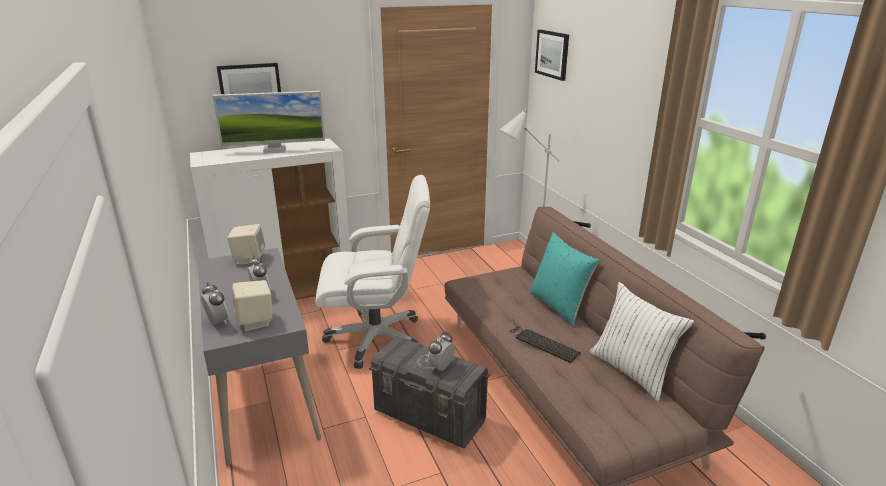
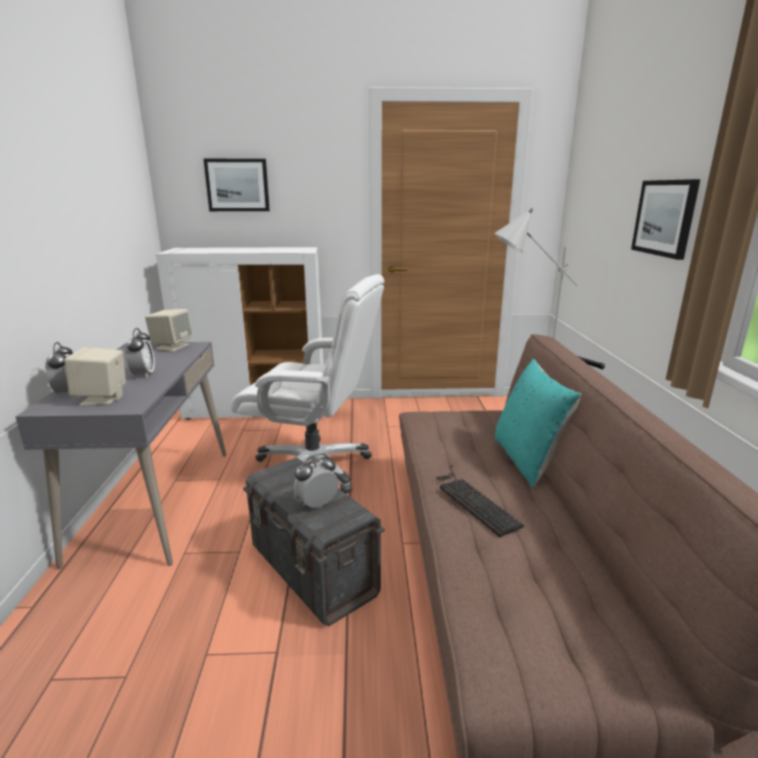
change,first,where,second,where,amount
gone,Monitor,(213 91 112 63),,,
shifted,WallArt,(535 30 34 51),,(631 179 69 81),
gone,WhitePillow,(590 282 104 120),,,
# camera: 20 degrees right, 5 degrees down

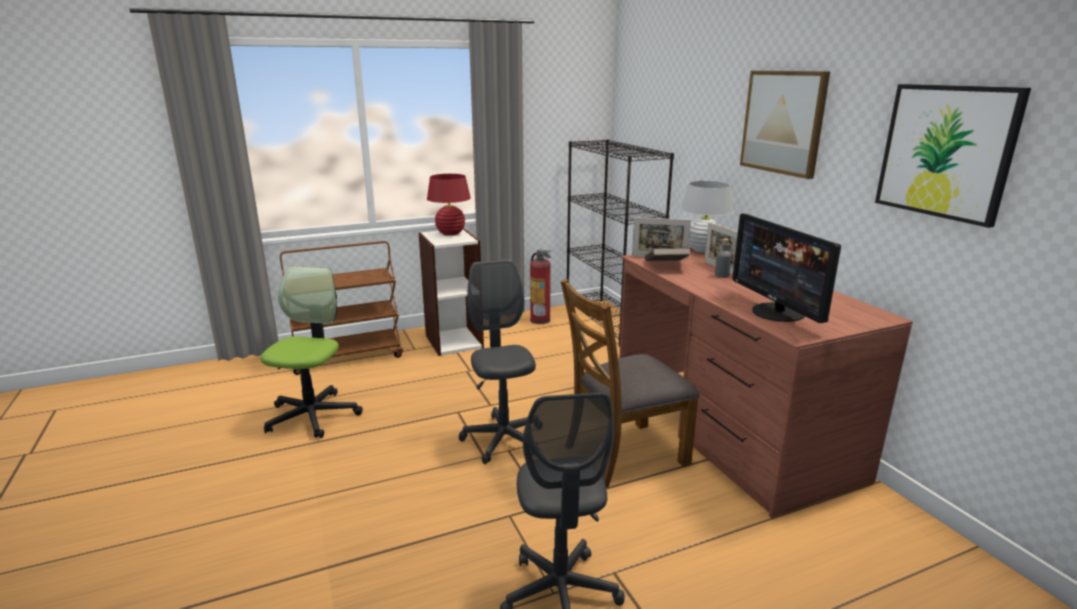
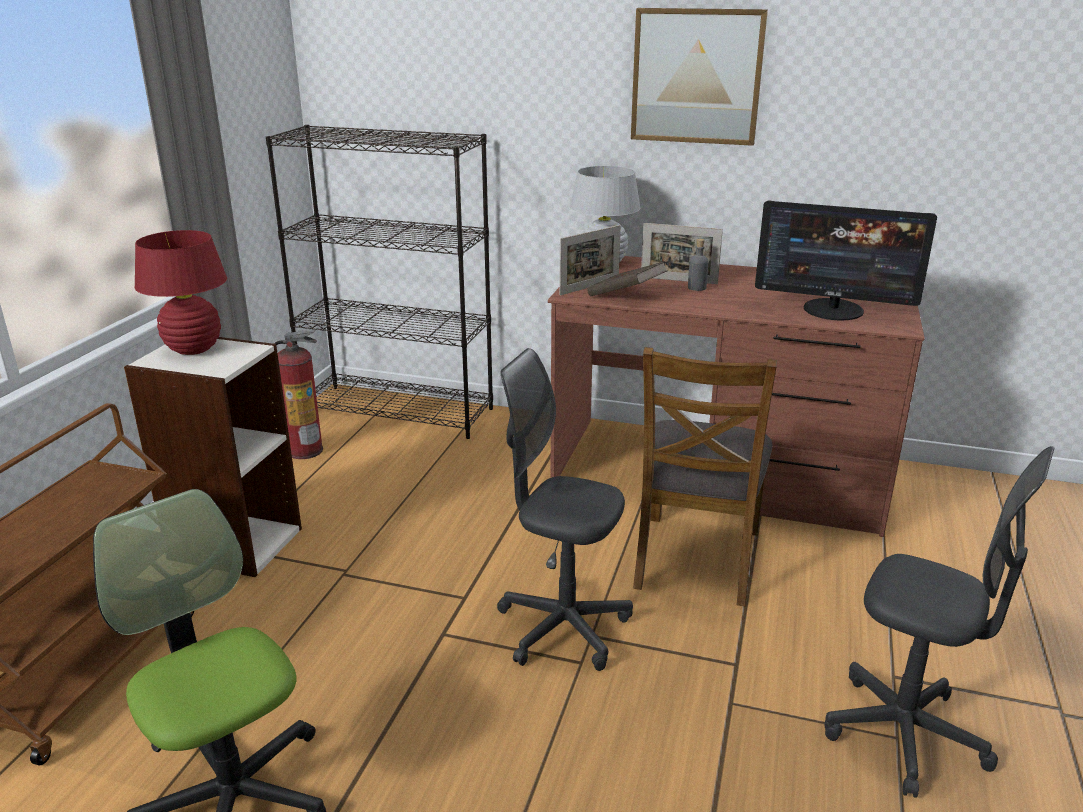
change,first,where,second,where,amount
gone,WallArt,(875 84 156 144),,,
# camera: 50 degrees left, 5 degrees up

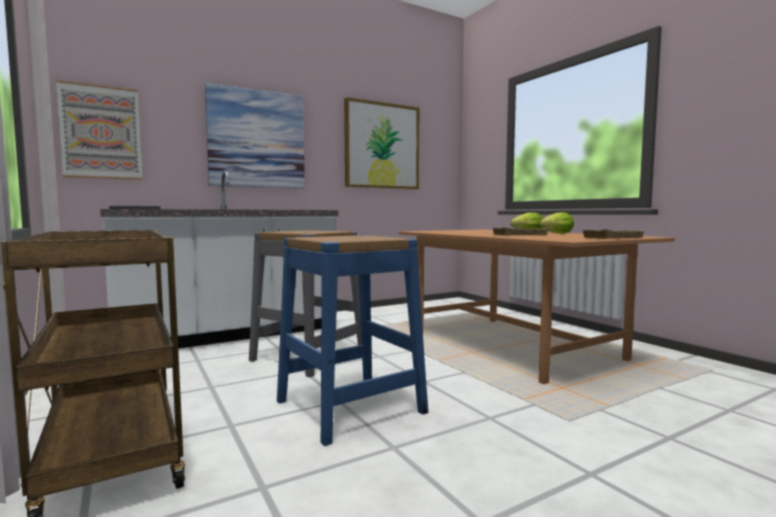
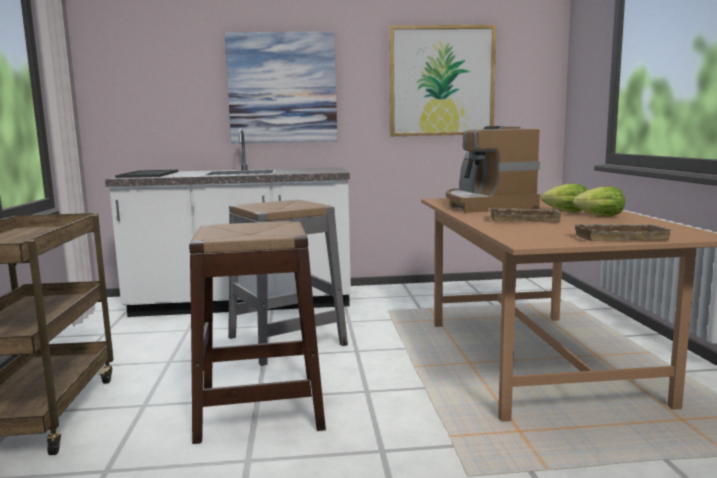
change,first,where,second,where,amount
gone,WallArt,(56 80 87 100),,,
repainted,BlueColouredStool,(277 236 151 210),BrownishStool,(189 221 137 223),
new,,,CoffeeMaker,(446 126 94 87),
# camera: 25 degrees right, 5 degrees up

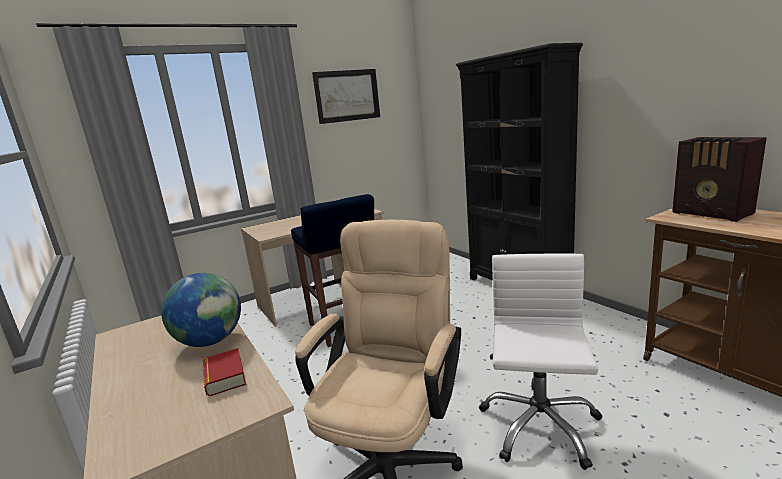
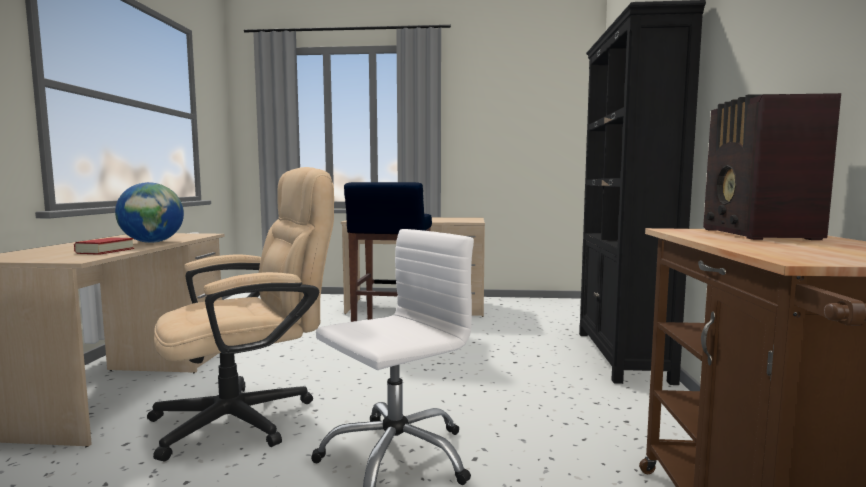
change,first,where,second,where,amount
gone,WallArt,(312 69 68 55),,,
# camera: 35 degrees right, 10 degrees down

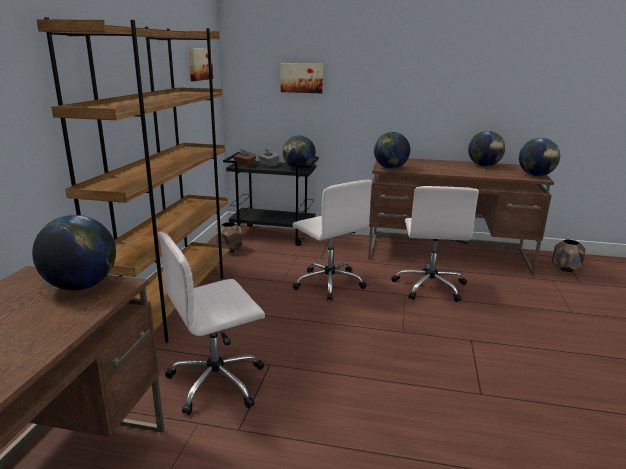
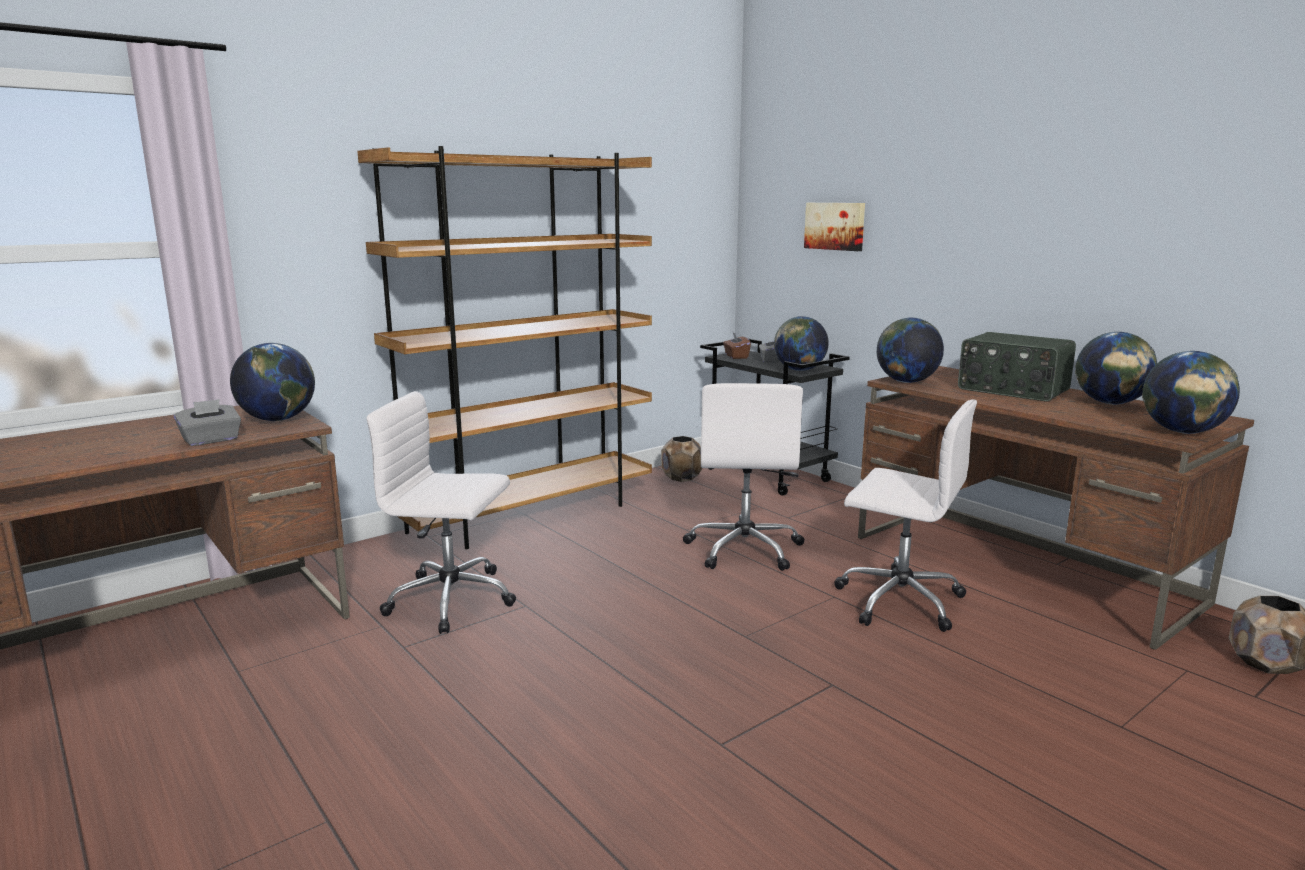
change,first,where,second,where,amount
gone,WallArt,(188 48 25 33),,,
rotated,WhiteOfficeChair,(392 186 87 116),,(835 399 142 233),105 degrees counterclockwise
new,,,GrayBoxOfTissues,(174 399 67 47),
new,,,Radio,(958 332 118 69),
# camera: 40 degrees right, 5 degrees down

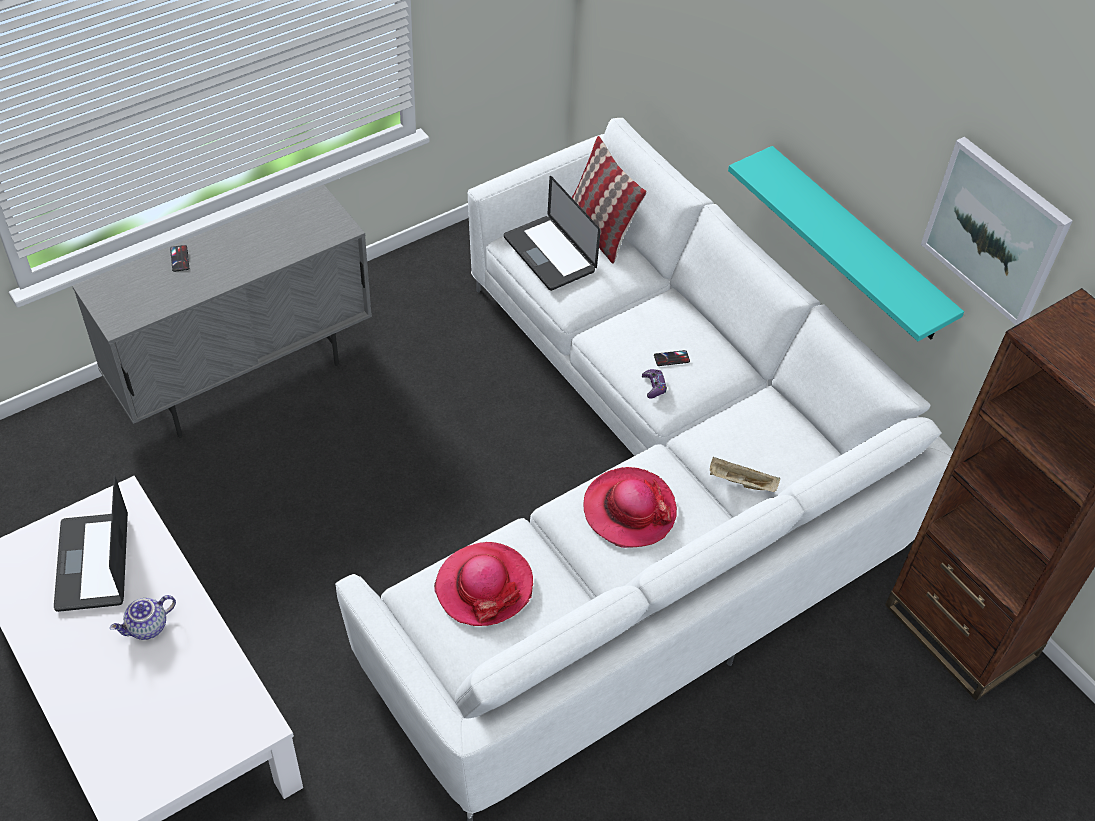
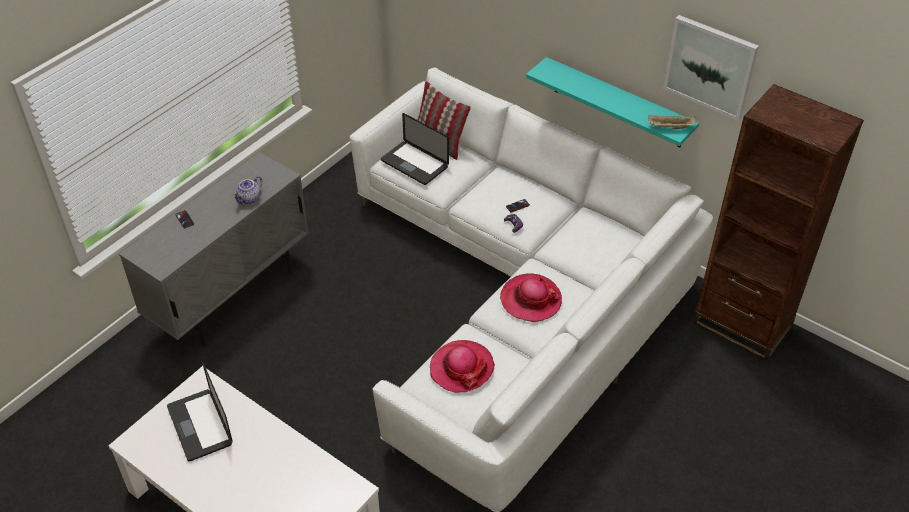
change,first,where,second,where,amount
shifted,Teapot,(110 595 66 45),,(232 176 30 28),
shifted,SandColouredTray,(710 457 70 35),,(648 115 48 14),
# camera: 15 degrees left, 5 degrees down

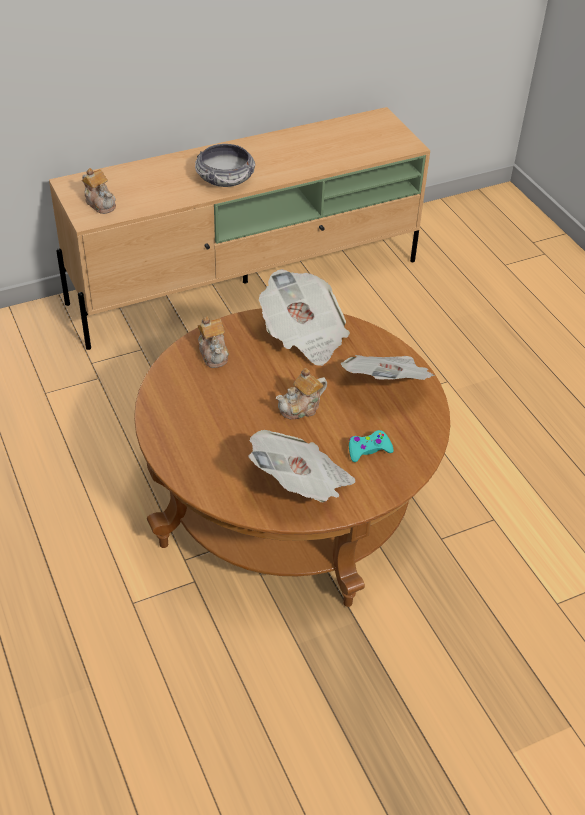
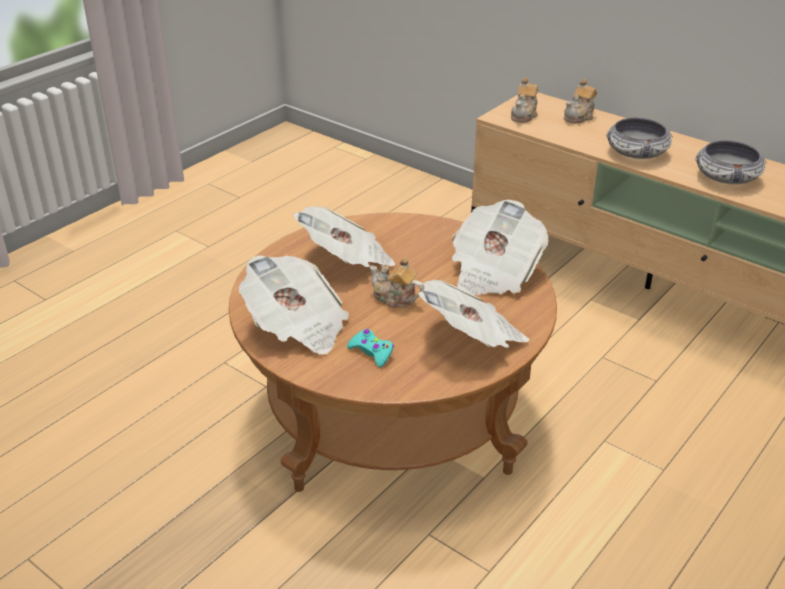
change,first,where,second,where,amount
shifted,Teapot,(197 316 32 52),,(564 79 33 44),
new,,,Newspaper,(293 206 103 61),
new,,,ServingBowl,(695 140 72 45),
# camera: 65 degrees right, 10 degrees down

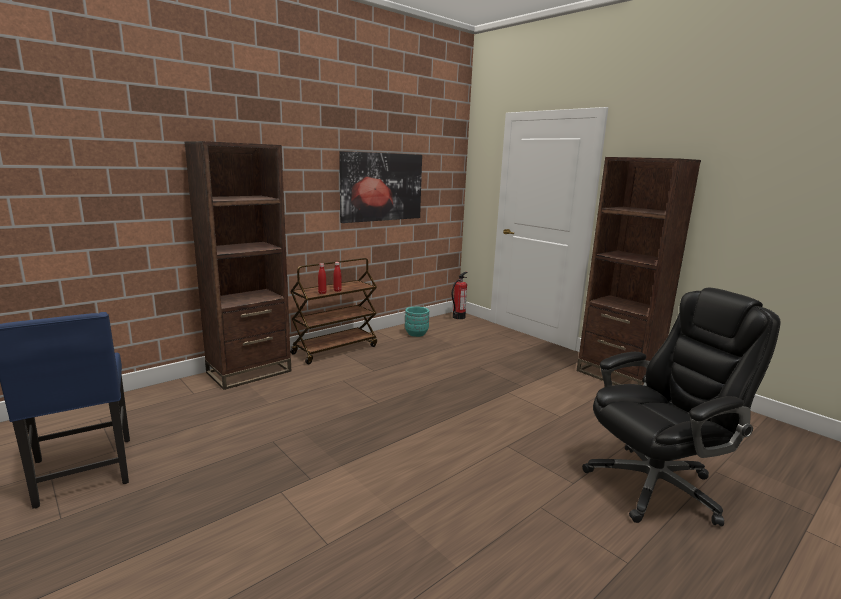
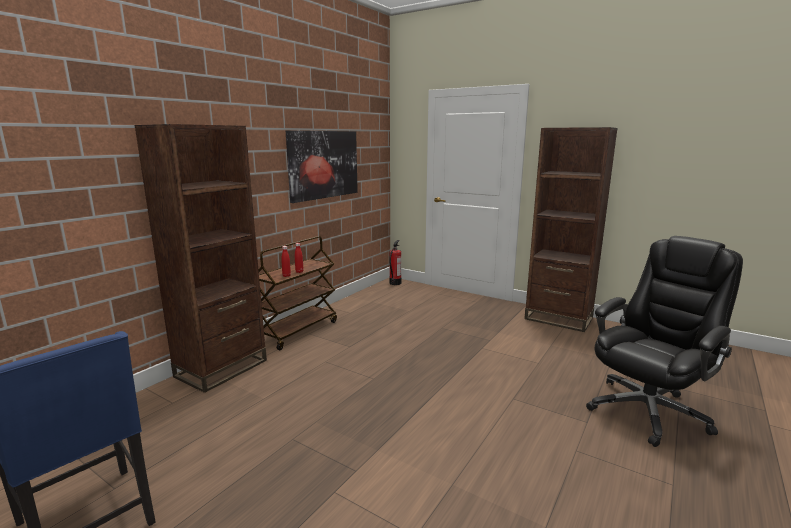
change,first,where,second,where,amount
gone,BlueGreenFlowerPot,(405 307 24 30),,,
# camera: 15 degrees left, 0 degrees up

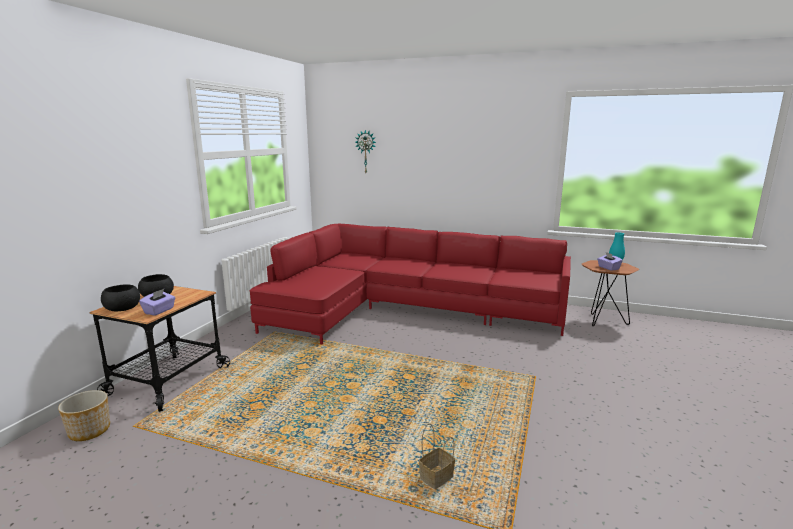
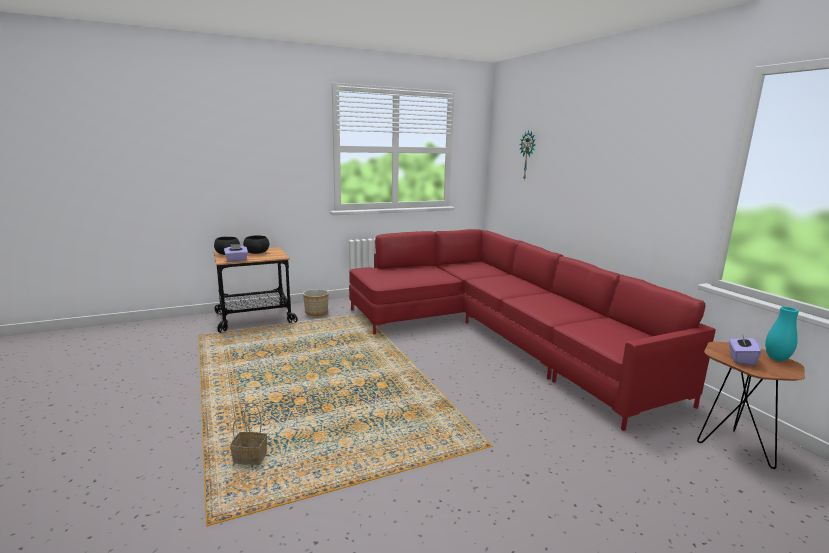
change,first,where,second,where,amount
shifted,FlowerPot,(58 390 52 51),,(303 289 26 27),
# camera: 45 degrees right, 0 degrees up

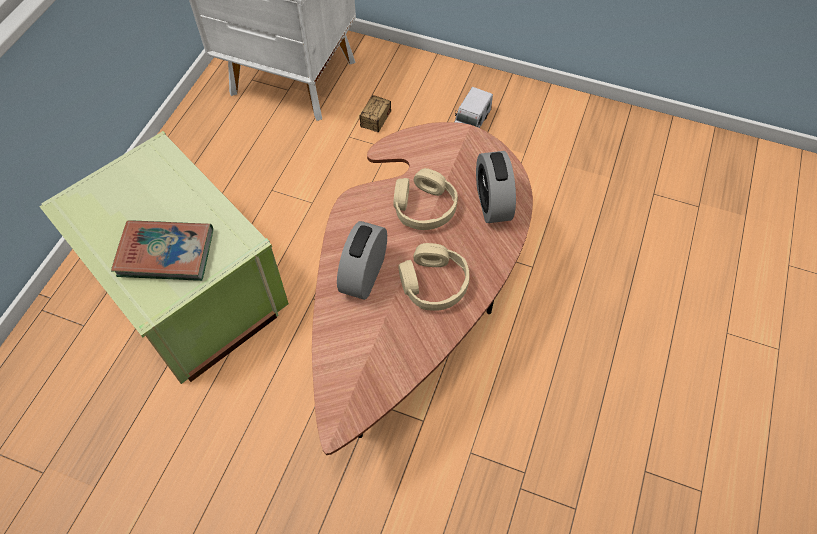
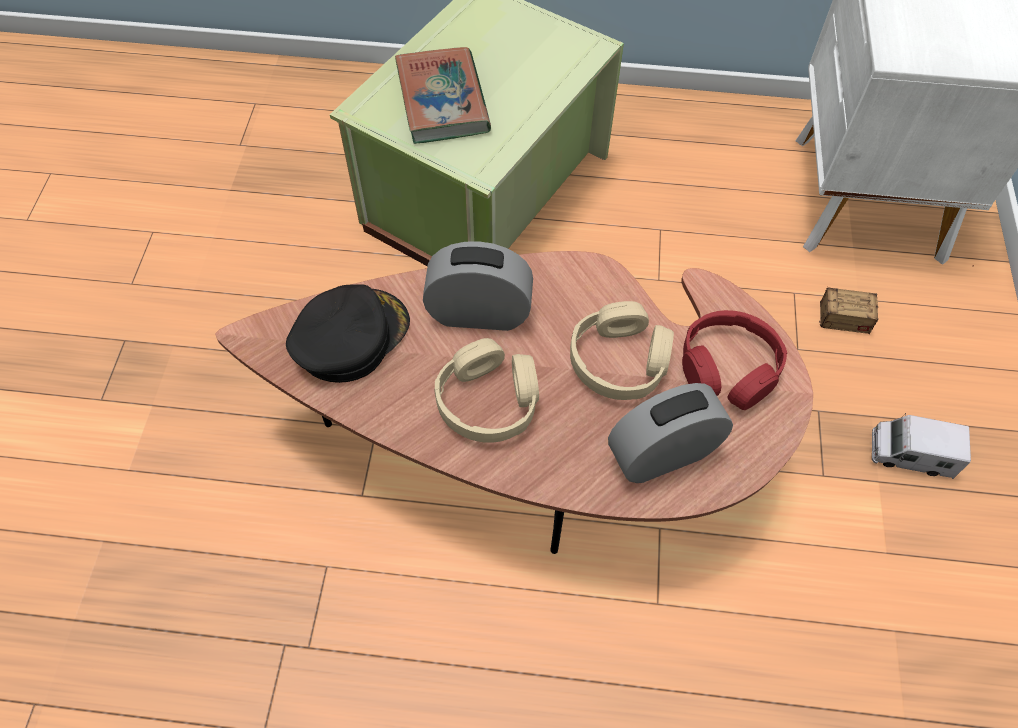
change,first,where,second,where,amount
new,,,BlackBaseballCap,(286 284 124 99),
new,,,RedColouredHeadphones,(682 310 105 100),
# camera: 75 degrees right, 0 degrees up

